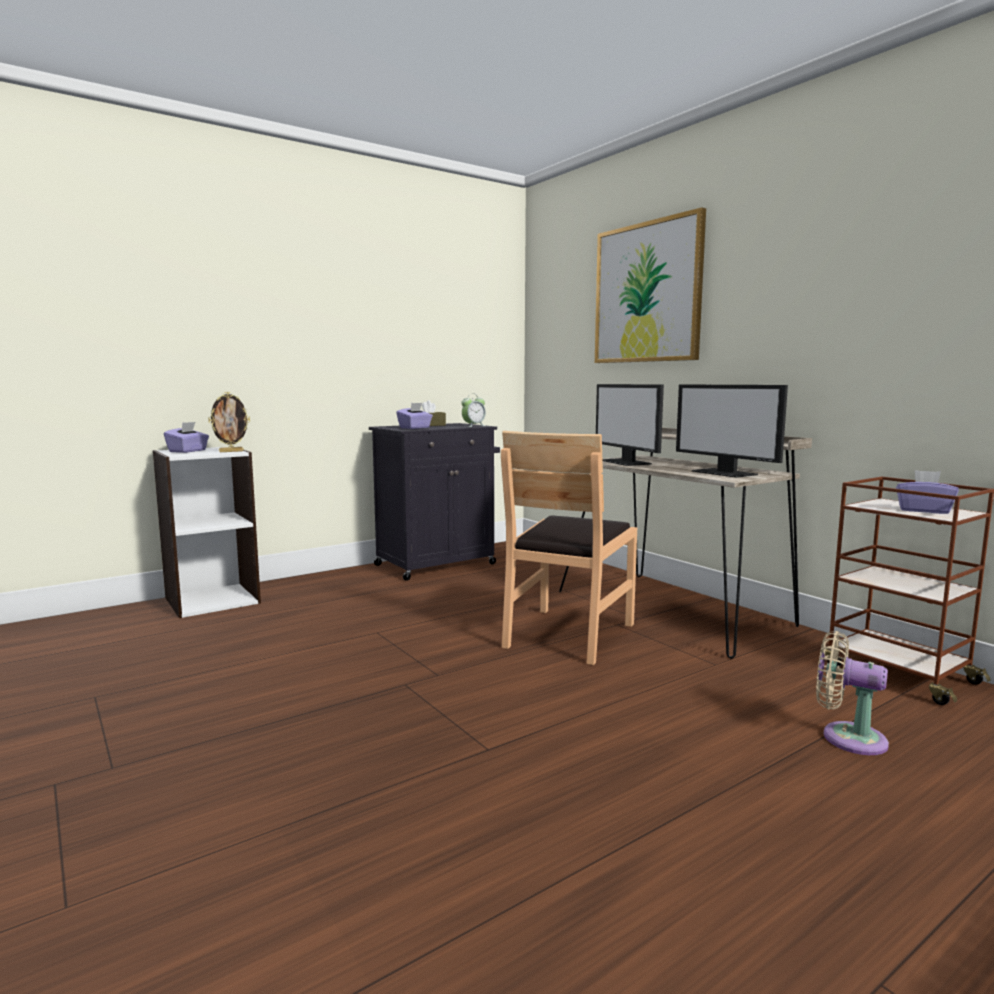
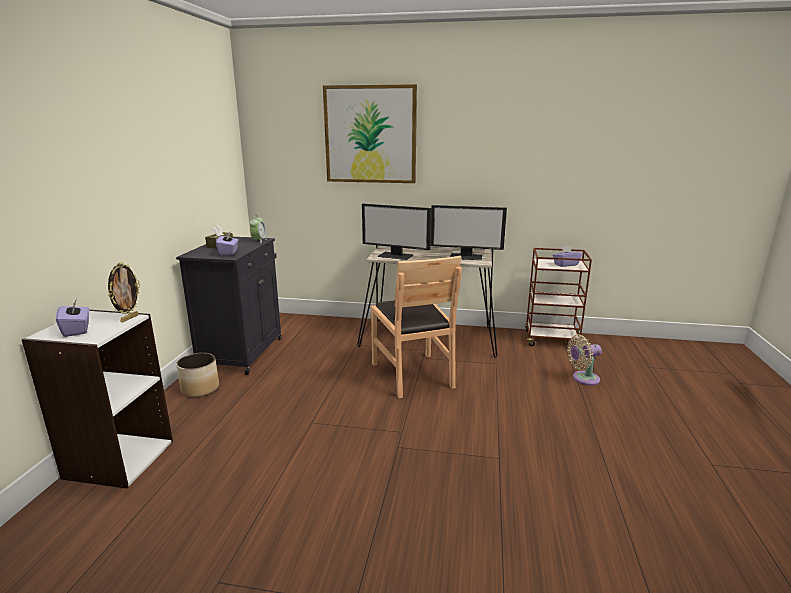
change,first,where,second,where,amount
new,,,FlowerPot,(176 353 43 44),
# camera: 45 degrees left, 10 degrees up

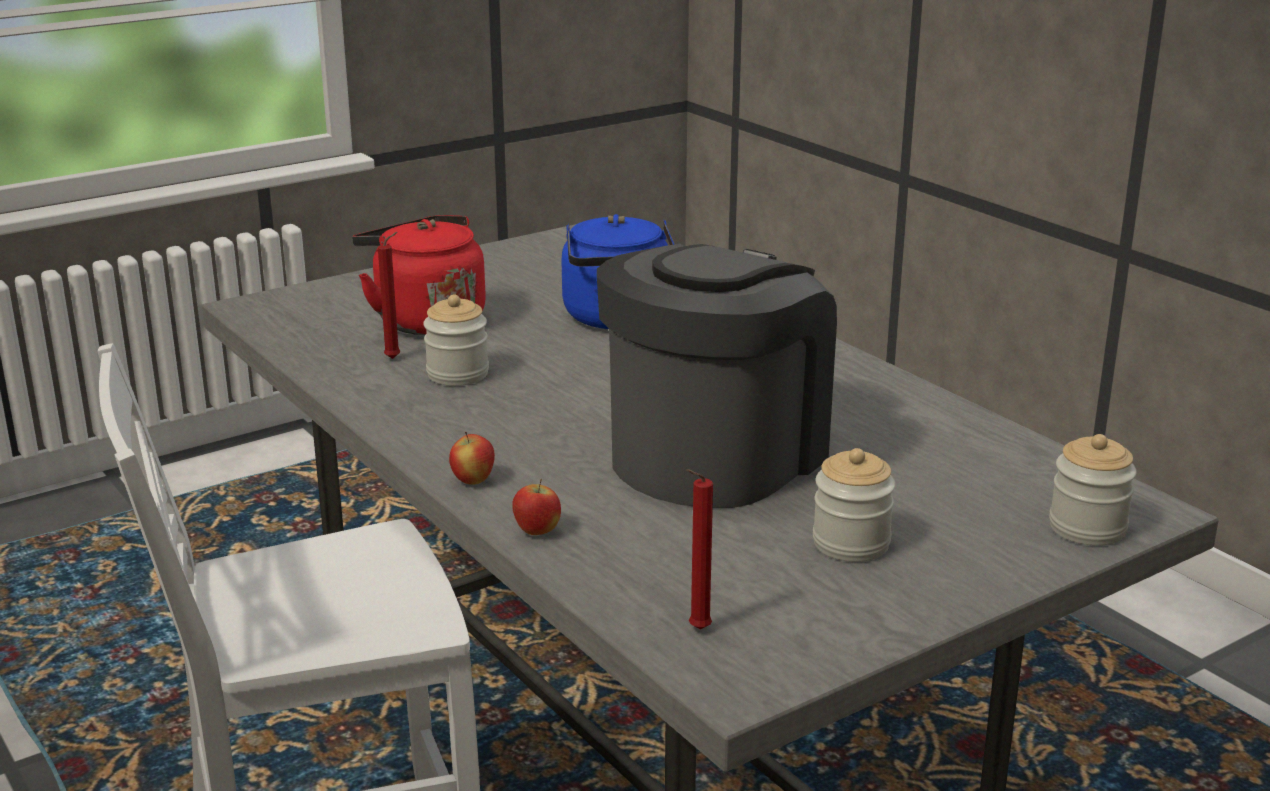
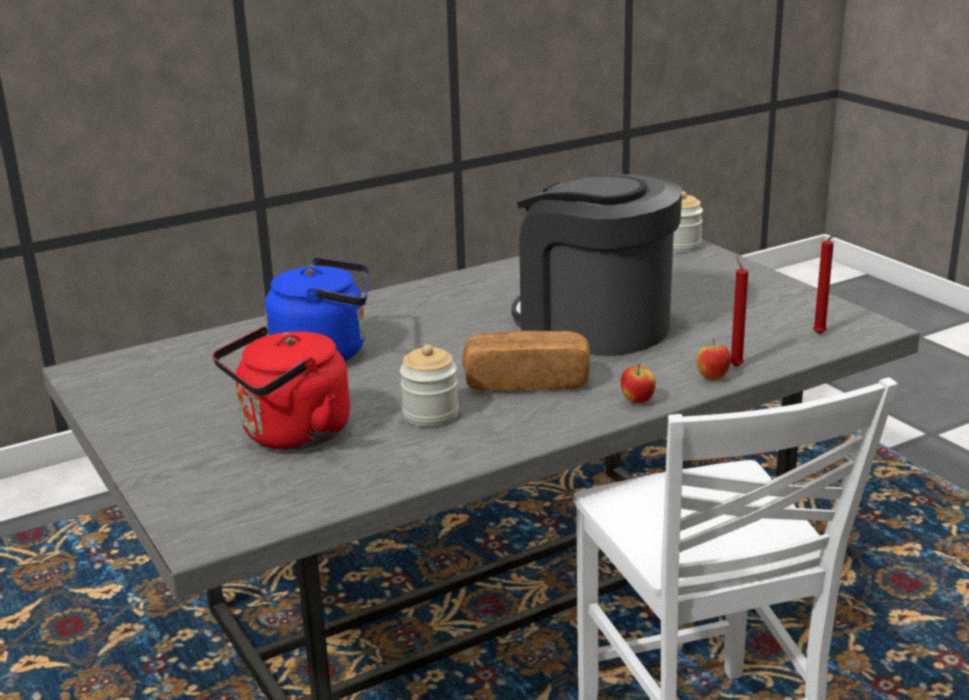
change,first,where,second,where,amount
shifted,RedColouredCandle,(378 232 22 127),,(731 256 17 111),
gone,Jar,(813 448 82 114),,,
new,,,BakeryBread,(462 330 128 61),
# camera: 85 degrees left, 0 degrees up

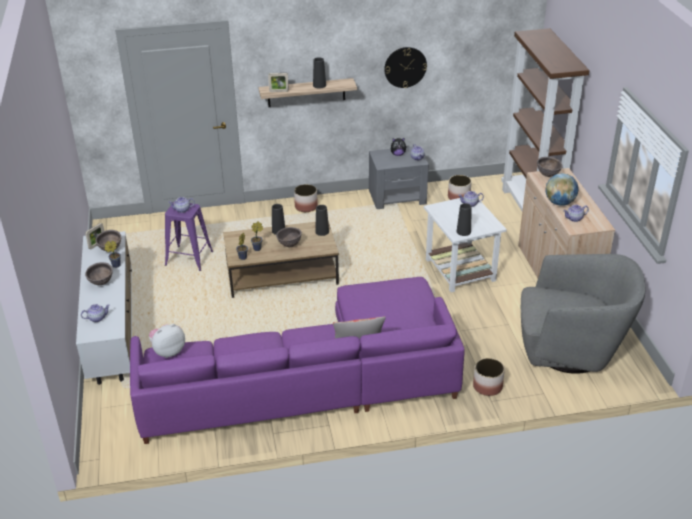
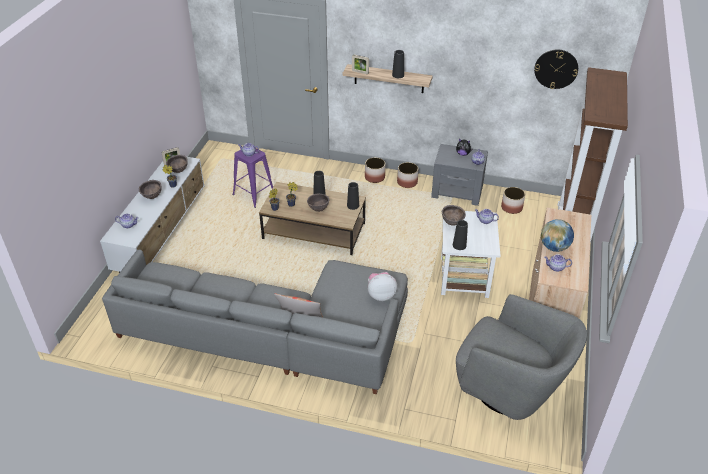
change,first,where,second,where,amount
repainted,PurplishSofa,(130 277 335 167),GraySofa,(102 249 306 145),
shifted,CuddlyToy,(149 324 36 34),,(368 272 29 29),
shifted,ClockOnTheWall,(384 47 43 41),,(534 49 44 40),
shifted,FlowerPot,(473 358 32 38),,(397 162 21 26),
shifted,BrownishServingBowl,(537 157 26 20),,(442 205 24 21),
# camera: 25 degrees right, 5 degrees up

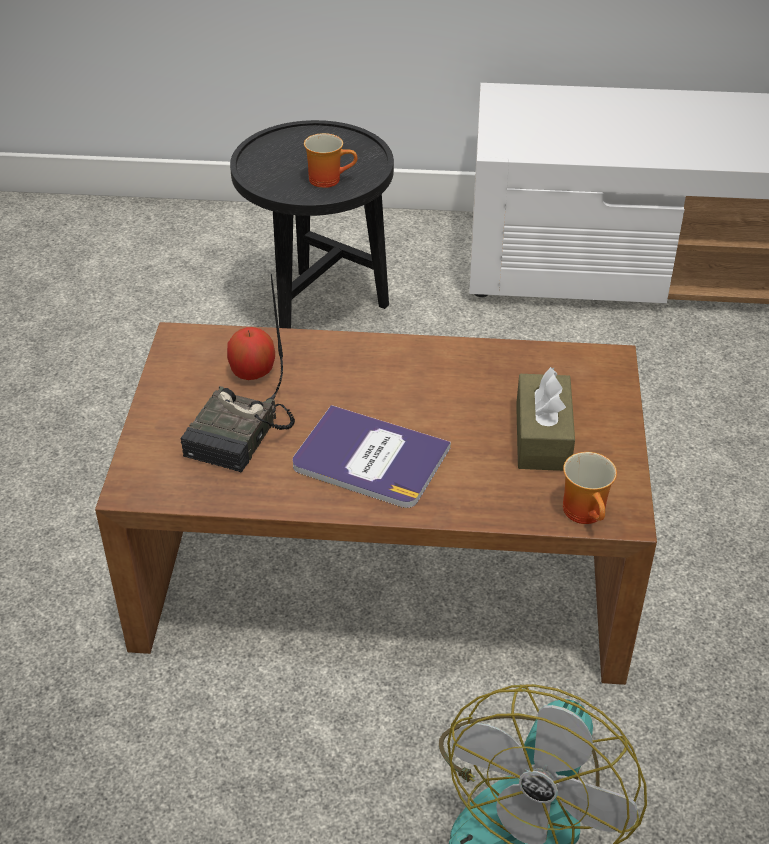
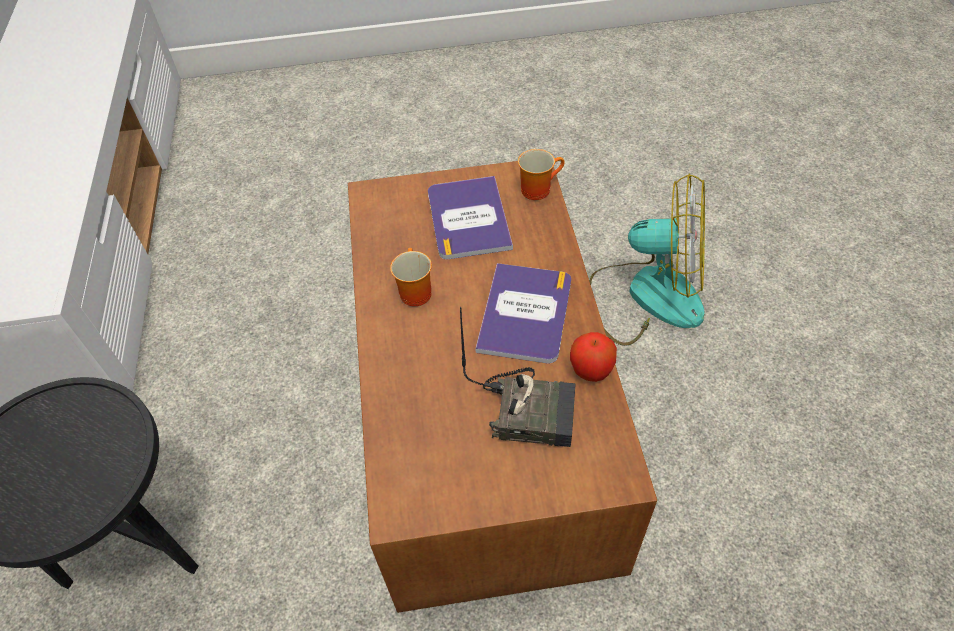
change,first,where,second,where,amount
shifted,WholeApple,(227 327 48 53),,(570 332 47 50),
shifted,CoffeeMug,(304 133 54 55),,(390 248 42 58),
swapped,BrownishBoxOfTissues,(516 367 59 104),Book,(428 176 85 83),
# camera: 100 degrees left, 10 degrees up

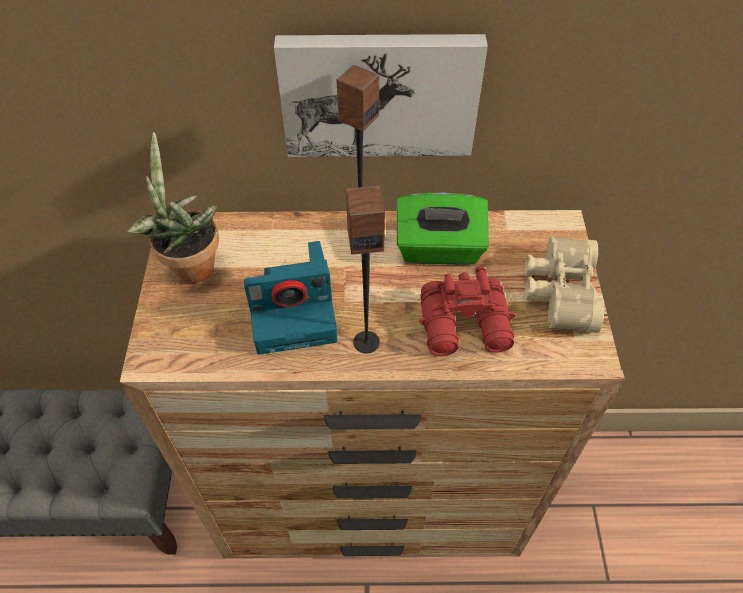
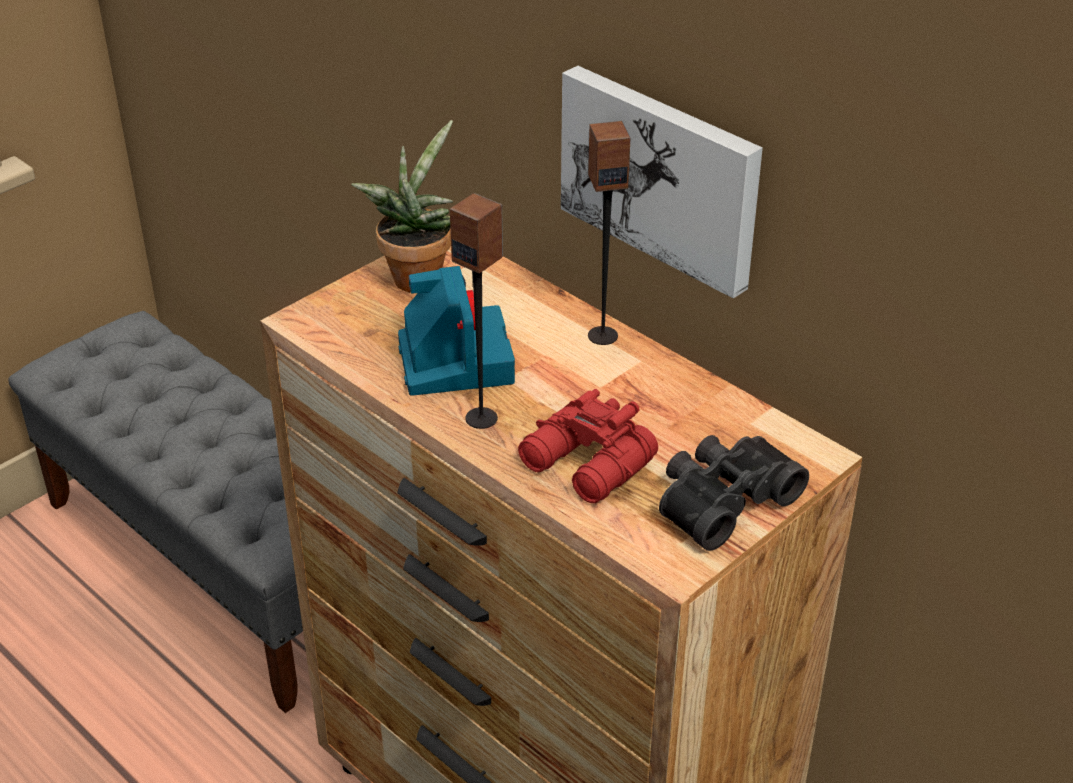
change,first,where,second,where,amount
rotated,StillCamera,(244 241 94 114),,(398 266 117 130),135 degrees counterclockwise
gone,GreenishBoxOfTissues,(397 193 92 72),,,
repainted,SandColouredBinoculars,(525 236 79 97),BlackBinoculars,(659 435 150 116),
# camera: 45 degrees right, 15 degrees down

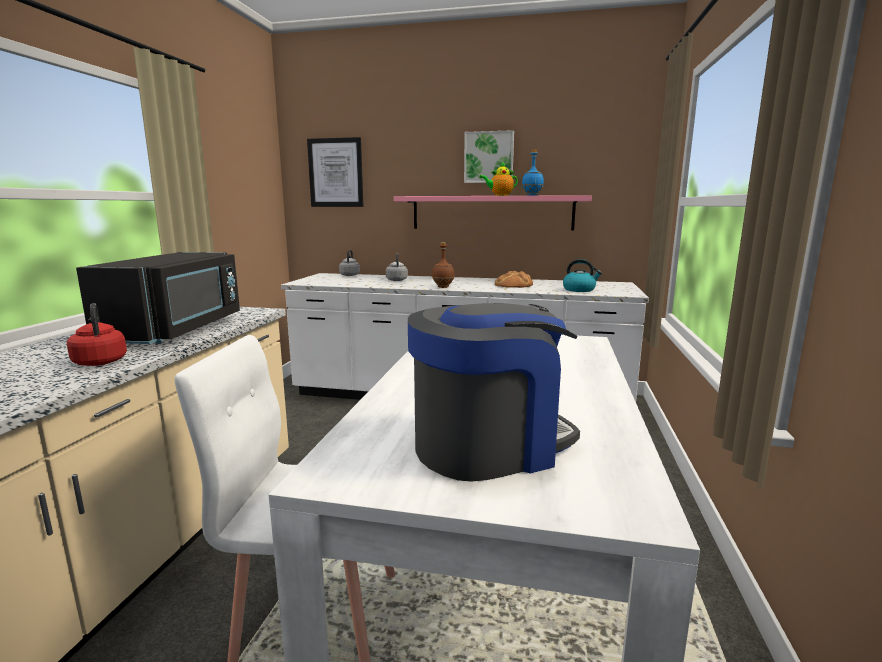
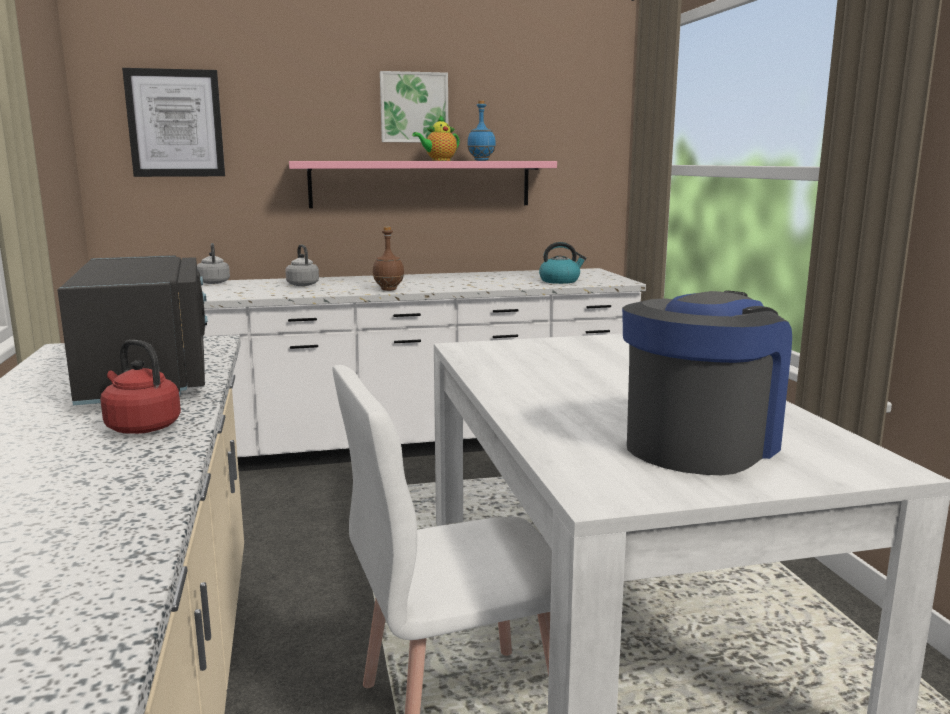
change,first,where,second,where,amount
gone,BakeryBread,(495 271 38 17),,,
# camera: 25 degrees left, 0 degrees up

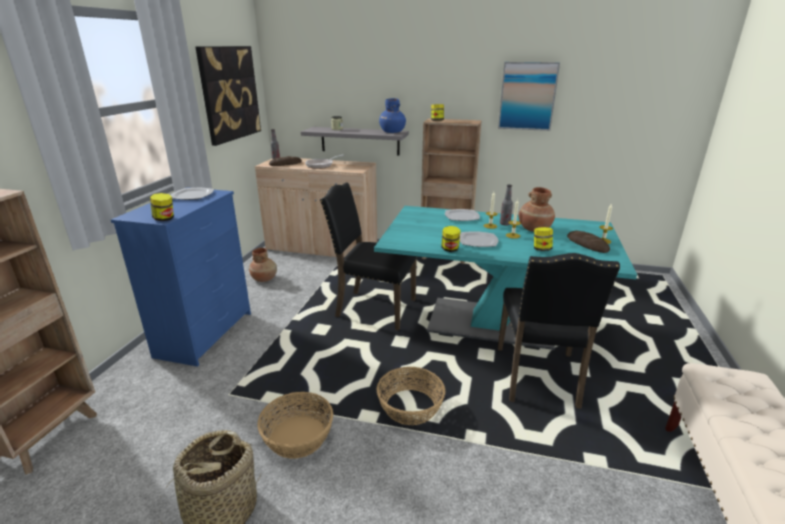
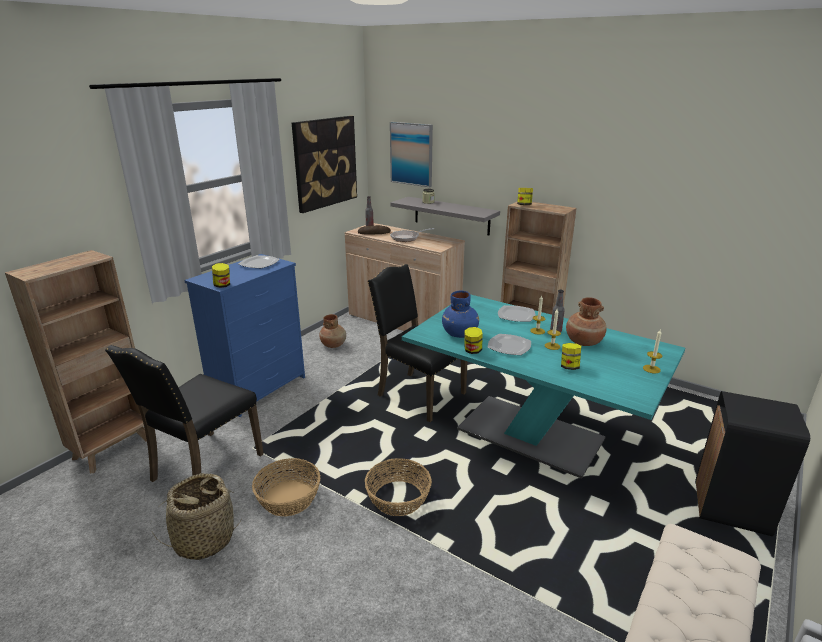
change,first,where,second,where,amount
shifted,BlueColouredFlowerVase,(379 98 27 35),,(442 291 37 47),
shifted,WallArt,(498 62 62 69),,(390 122 43 65),
shifted,BlackUprightChair,(498 253 122 156),,(105 345 159 137),
gone,BakeryBread,(567 231 43 22),,,
new,,,BlackRubbishBin,(695 391 115 145),
# camera: 20 degrees right, 0 degrees up

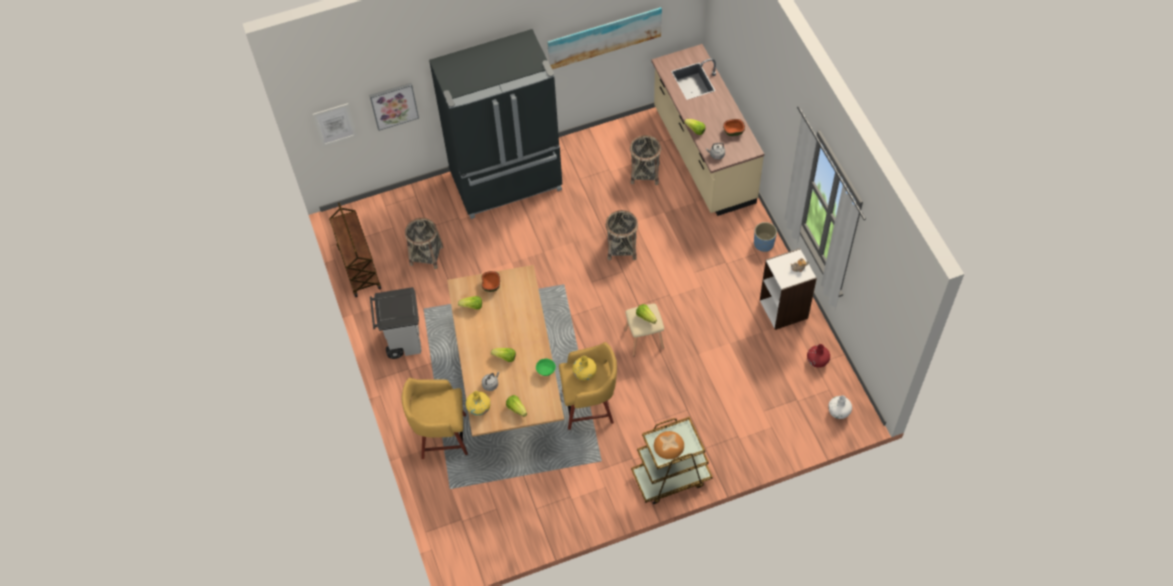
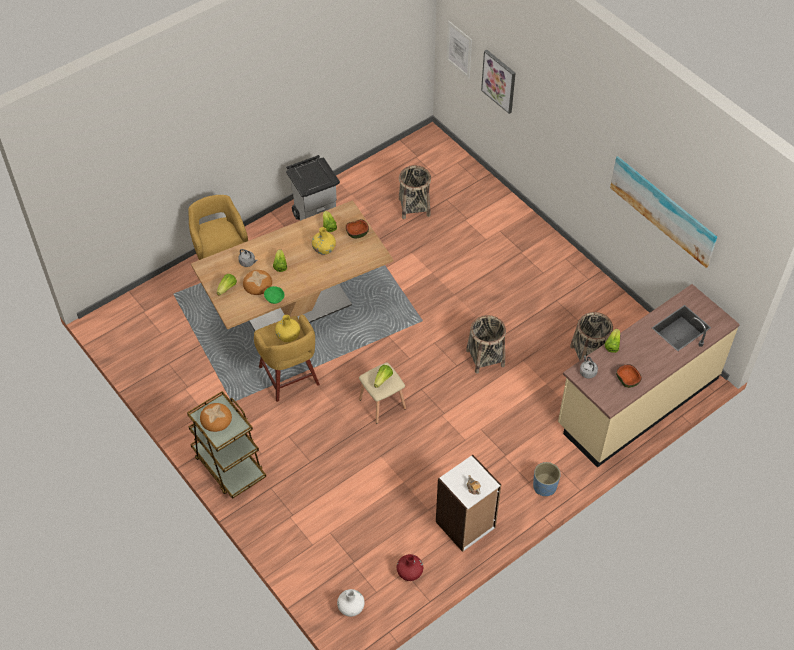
change,first,where,second,where,amount
gone,BrownishWheeledCart,(329 202 52 95),,,
gone,BlackRefrigerator,(429 29 133 190),,,
shifted,YellowishFlowerVase,(466 391 25 25),,(312 227 24 28),
new,,,BakeryBread,(243 270 29 25),
# camera: 70 degrees right, 5 degrees down

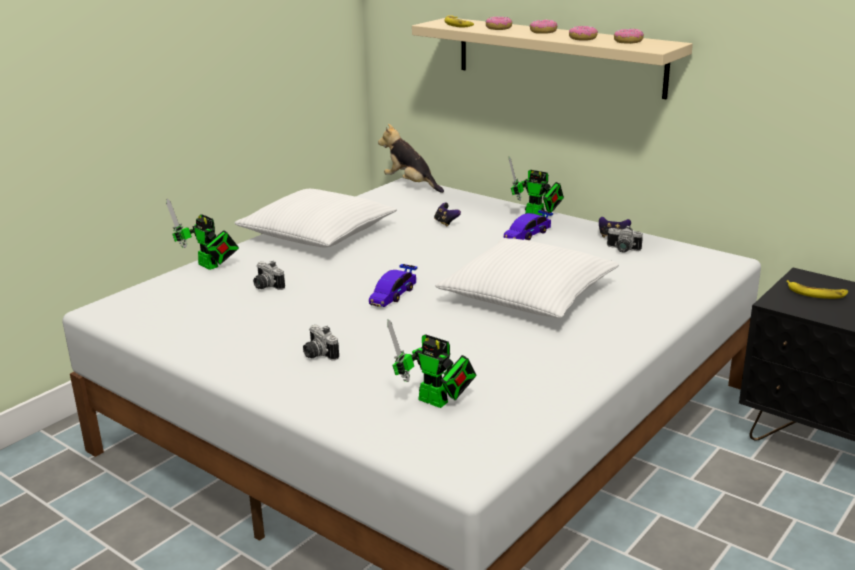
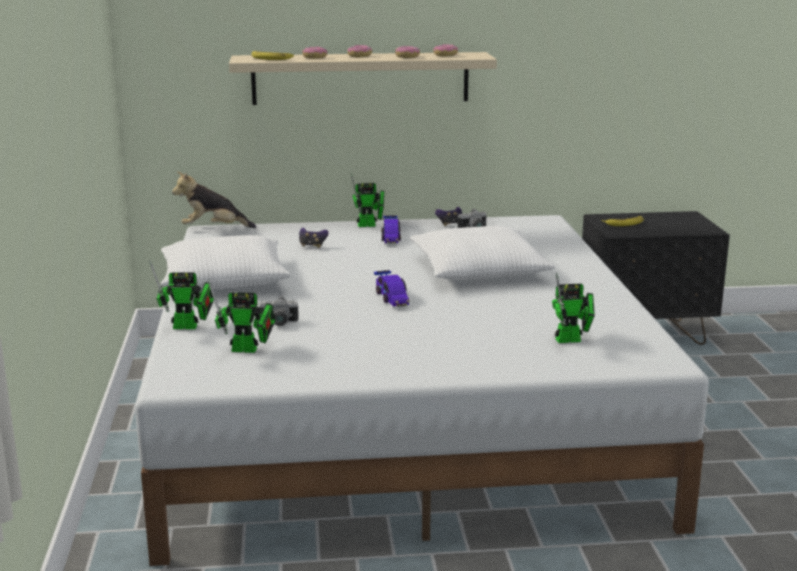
change,first,where,second,where,amount
gone,StillCamera,(303 325 36 36),,,
new,,,ToyRobot,(208 279 67 74),
# camera: 45 degrees left, 5 degrees down

